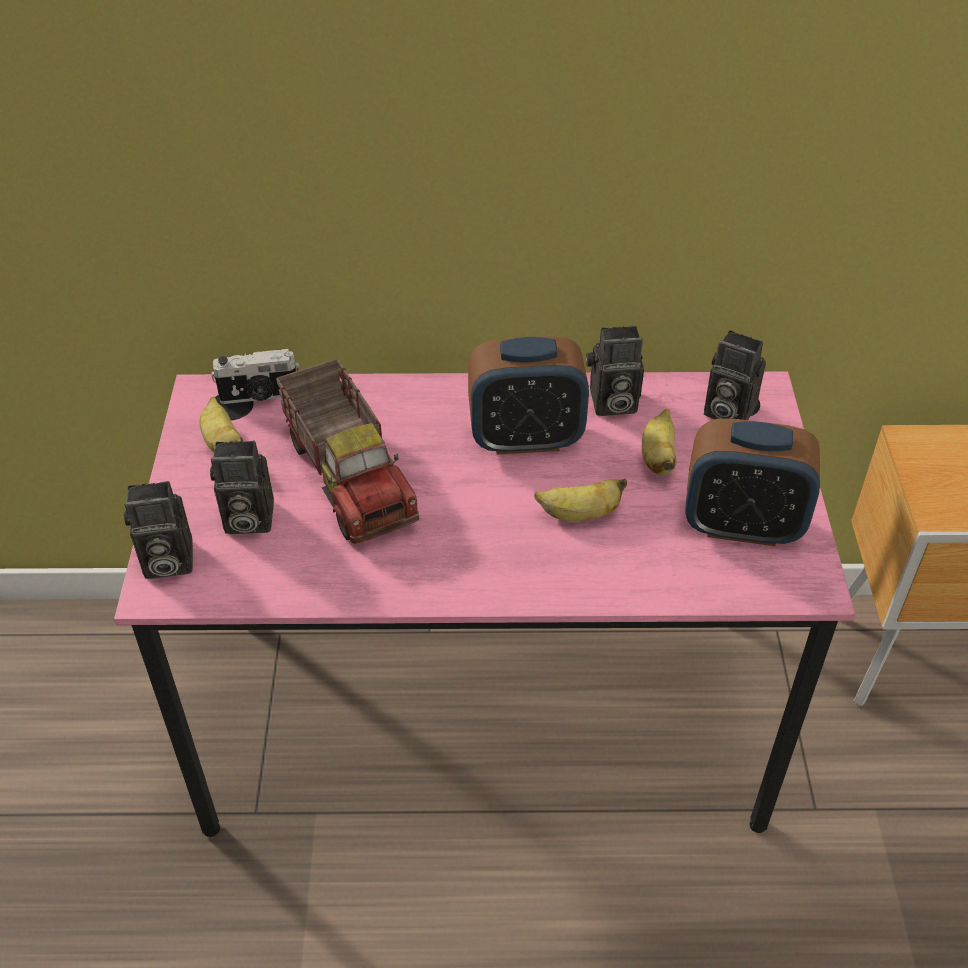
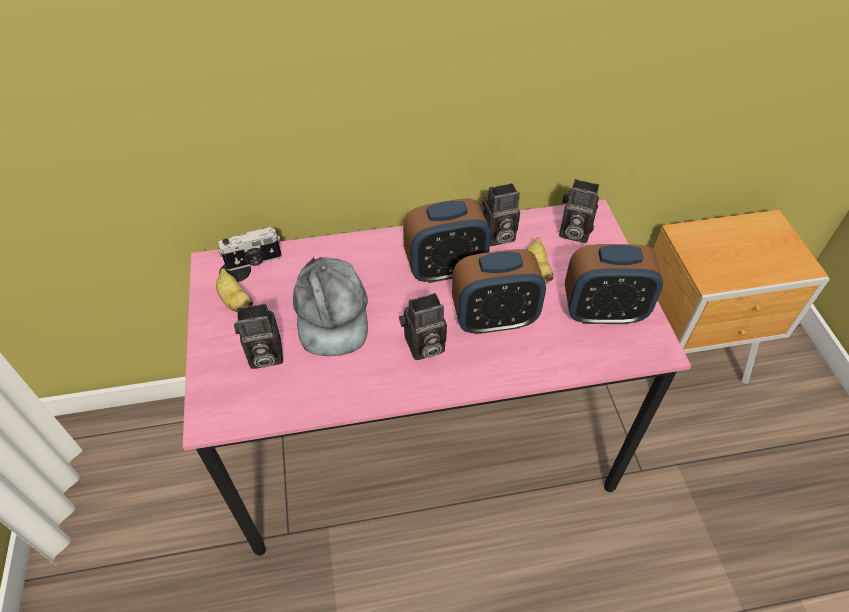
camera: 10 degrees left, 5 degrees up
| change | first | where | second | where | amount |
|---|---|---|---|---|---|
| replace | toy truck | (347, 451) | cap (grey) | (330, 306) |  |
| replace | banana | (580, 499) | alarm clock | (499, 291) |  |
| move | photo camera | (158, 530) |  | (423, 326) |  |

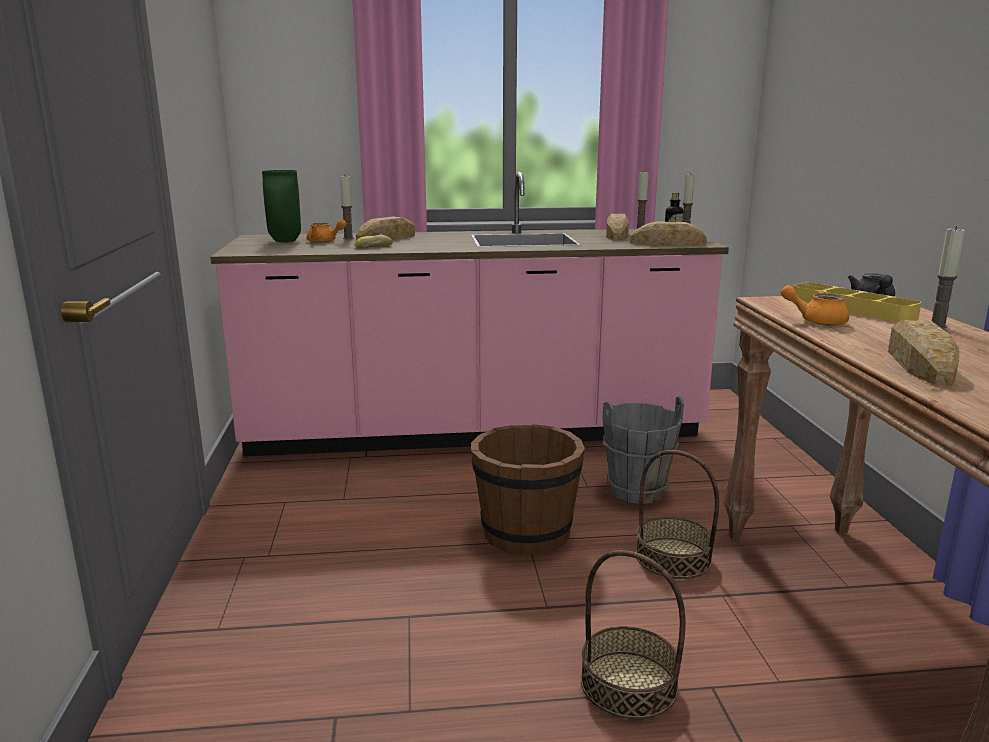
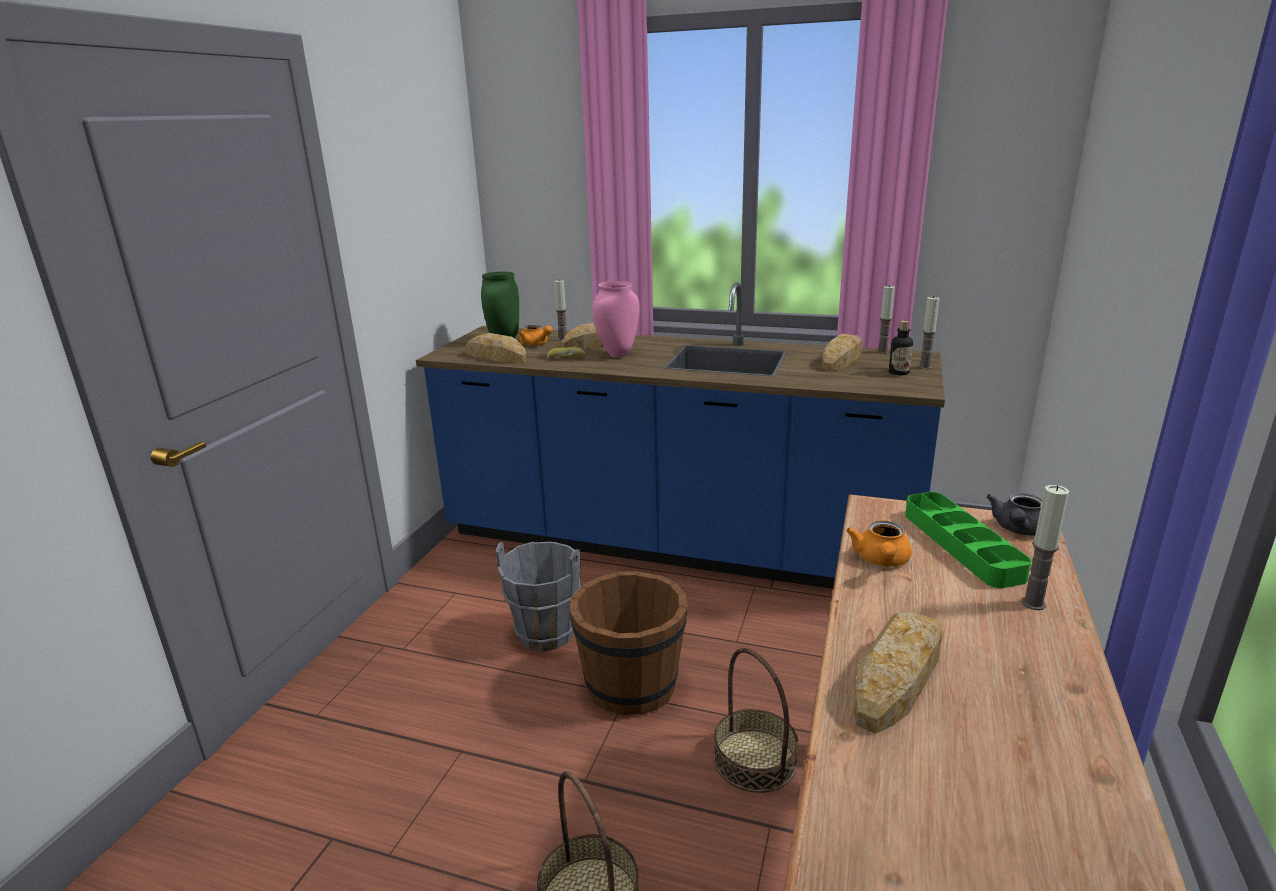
camera: 25 degrees right, 5 degrees up
| change | first | where | second | where | amount |
|---|---|---|---|---|---|
| recolor | counter (pink) | (469, 314) | counter (blue) | (680, 435) |  |
| move | bread | (668, 233) |  | (495, 348) |  |
| recolor | tray (yellow) | (857, 302) | tray (green) | (968, 540) |  |
| rotate | teapot (orange) | (815, 305) |  | (879, 543) | 120 degrees counterclockwise |
| move | bucket (grey) | (643, 450) |  | (538, 597) |  |
| insert |  |  | vase (pink) | (616, 319) |  |

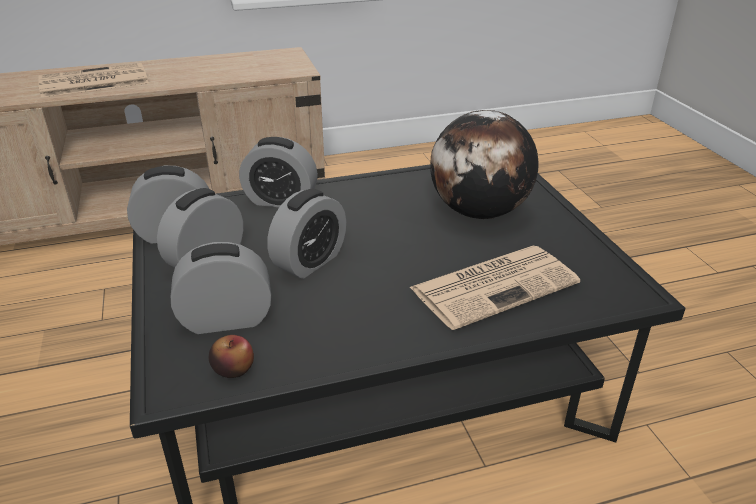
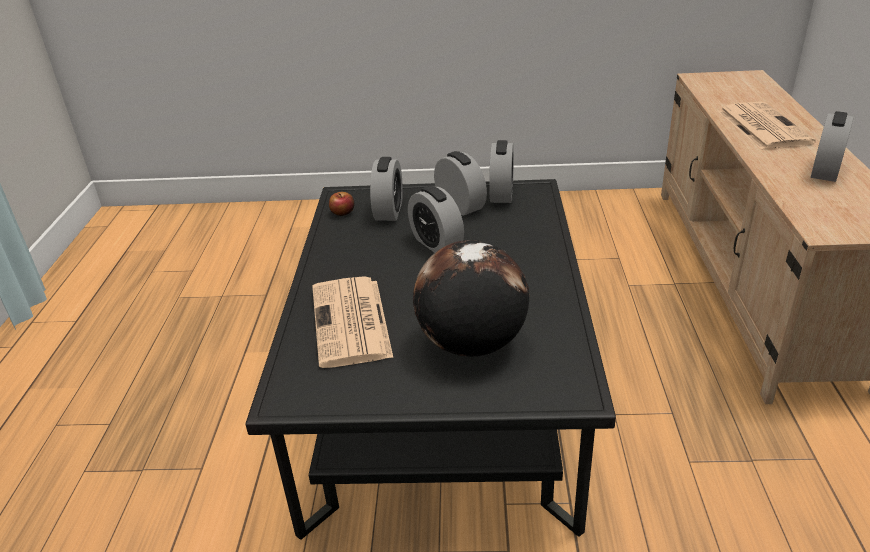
camera: 110 degrees right, 0 degrees up
| change | first | where | second | where | amount |
|---|---|---|---|---|---|
| move | alarm clock | (278, 172) |  | (832, 146) |  |

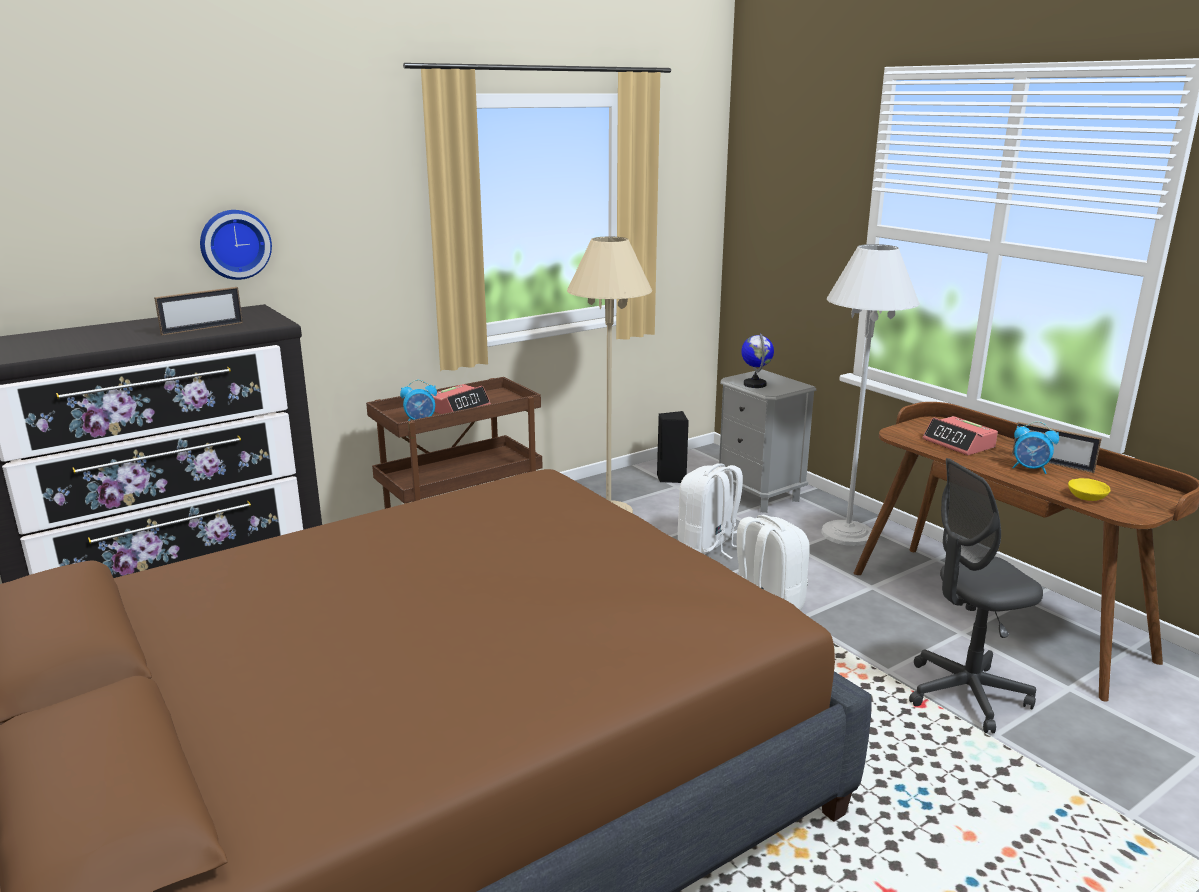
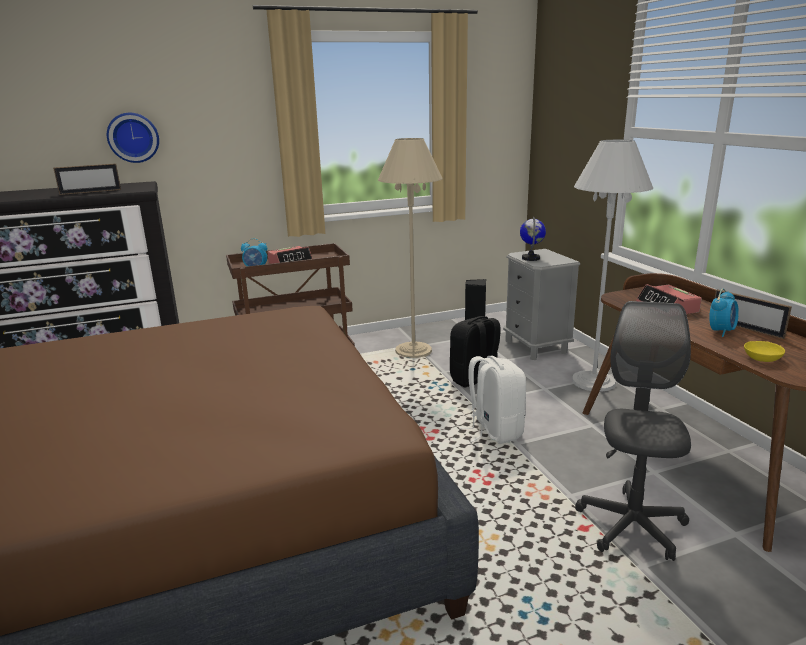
camera: 15 degrees right, 0 degrees up
| change | first | where | second | where | amount |
|---|---|---|---|---|---|
| rotate | alarm clock | (1035, 447) |  | (724, 312) | 90 degrees counterclockwise |
| rotate | office chair (grey) | (976, 595) |  | (633, 431) | 105 degrees clockwise |
| recolor | backpack (white) | (710, 511) | backpack (black) | (475, 351) |  |

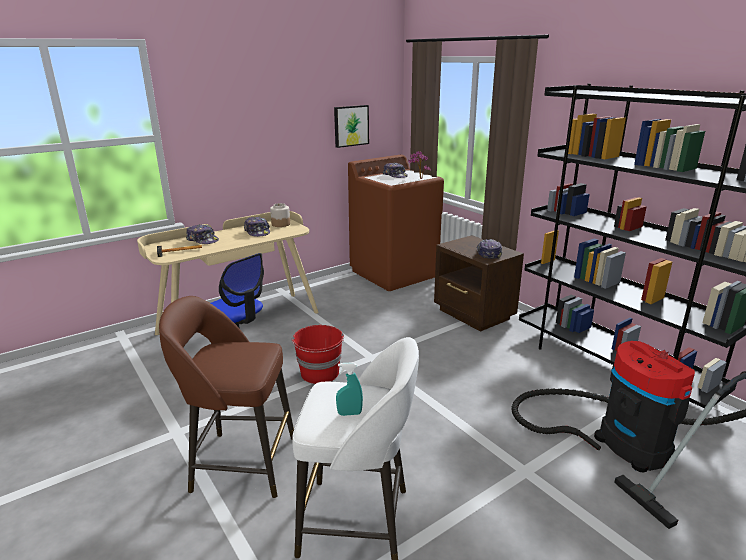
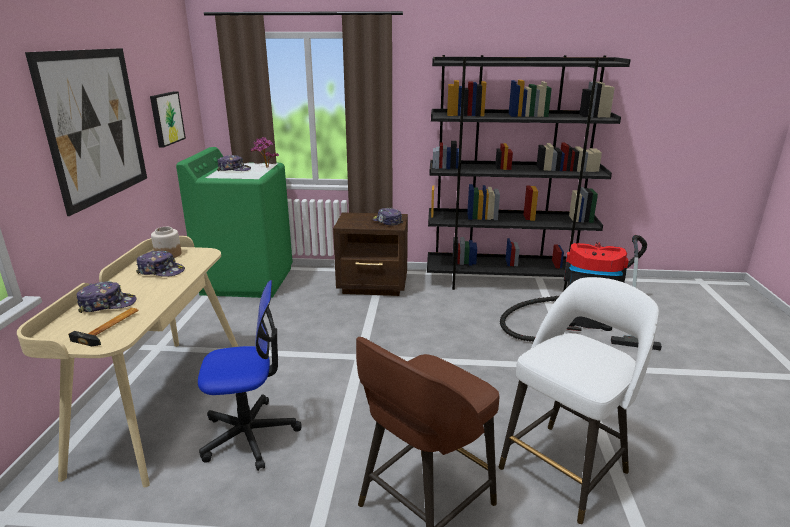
camera: 50 degrees left, 0 degrees up
| change | first | where | second | where | amount |
|---|---|---|---|---|---|
| recolor | washing machine (brown) | (396, 223) | washing machine (green) | (234, 222) |  |
| delete | bucket (red) | (318, 354) |  |  |  |
| delete | spray bottle (turquoise) | (349, 389) |  |  |  |
| insert |  |  | picture | (86, 132) |  |

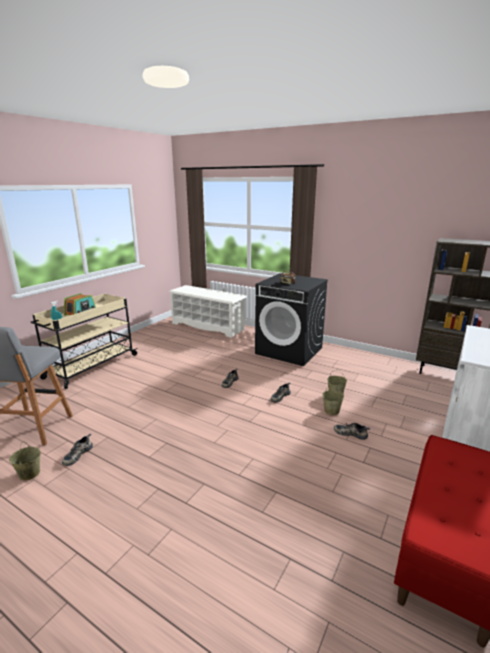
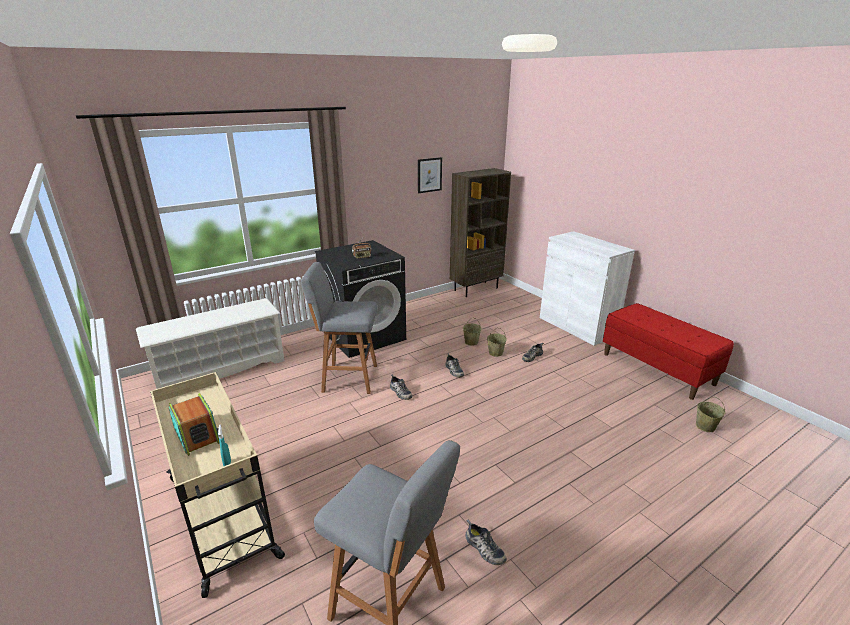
camera: 65 degrees left, 5 degrees up
| change | first | where | second | where | amount |
|---|---|---|---|---|---|
| move | bucket (beige) | (25, 460) |  | (710, 414) |  |
| insert |  |  | picture | (430, 175) |  |
| insert |  |  | stool (grey) | (339, 328) |  |

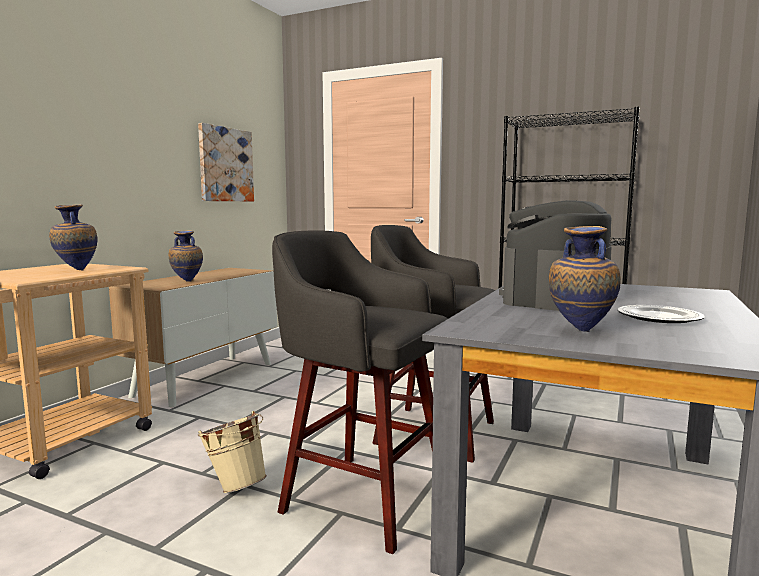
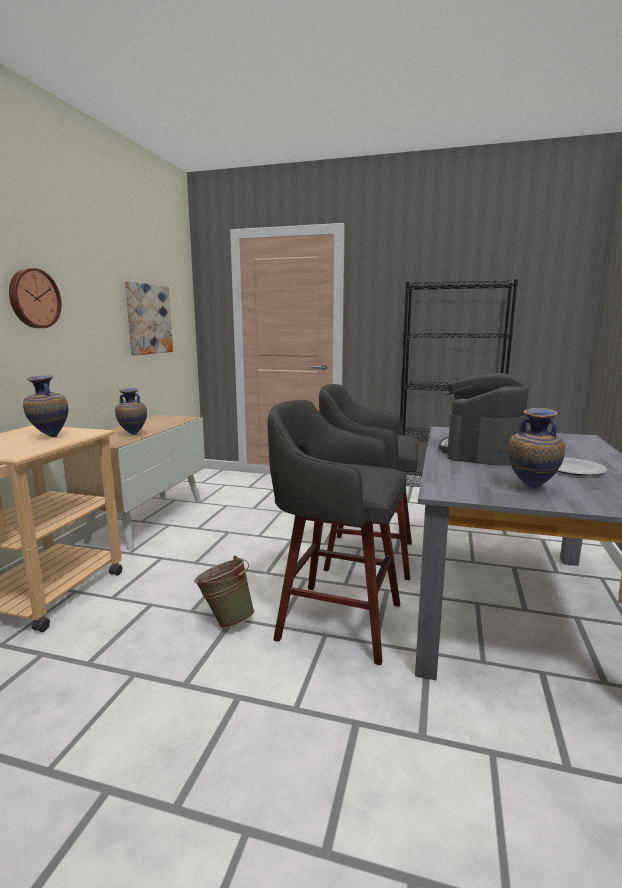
camera: 10 degrees left, 5 degrees up
| change | first | where | second | where | amount |
|---|---|---|---|---|---|
| recolor | bucket (beige) | (232, 452) | bucket (green) | (224, 592) |  |
| insert |  |  | wall clock | (35, 298) |  |

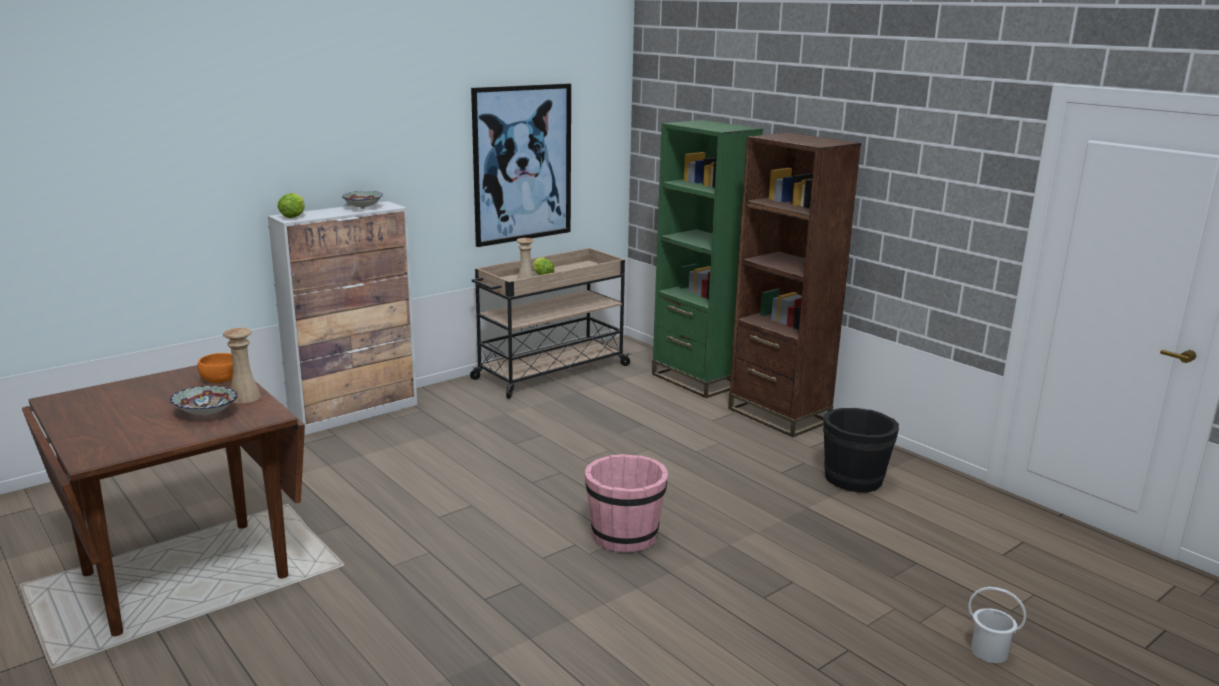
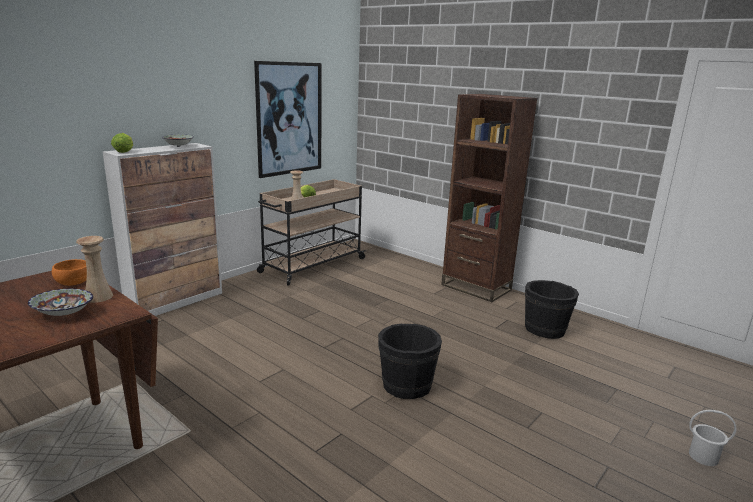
camera: 10 degrees left, 0 degrees up
| change | first | where | second | where | amount |
|---|---|---|---|---|---|
| delete | bookcase (green) | (707, 259) |  |  |  |
| recolor | bucket (pink) | (626, 503) | bucket (black) | (410, 361) |  |

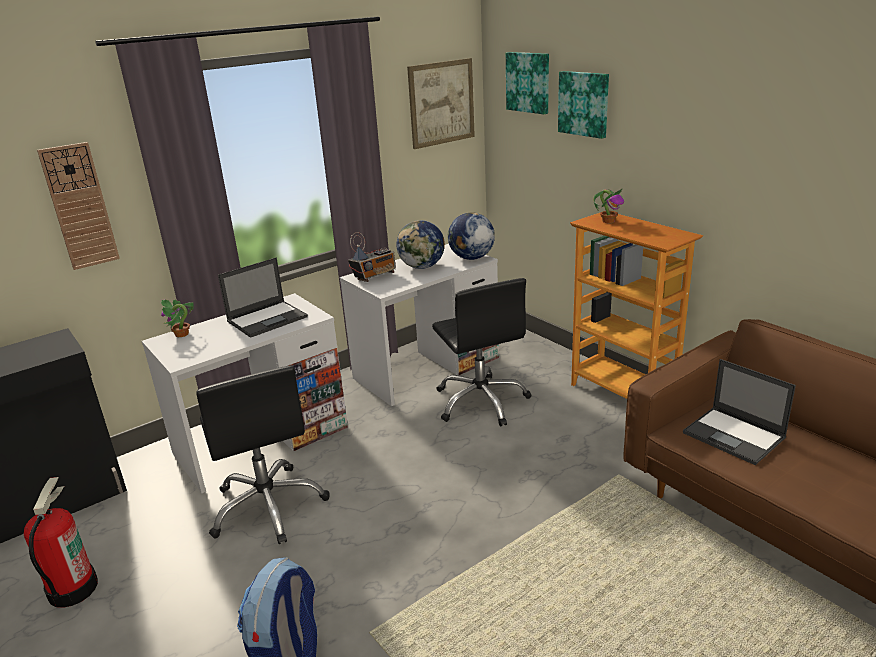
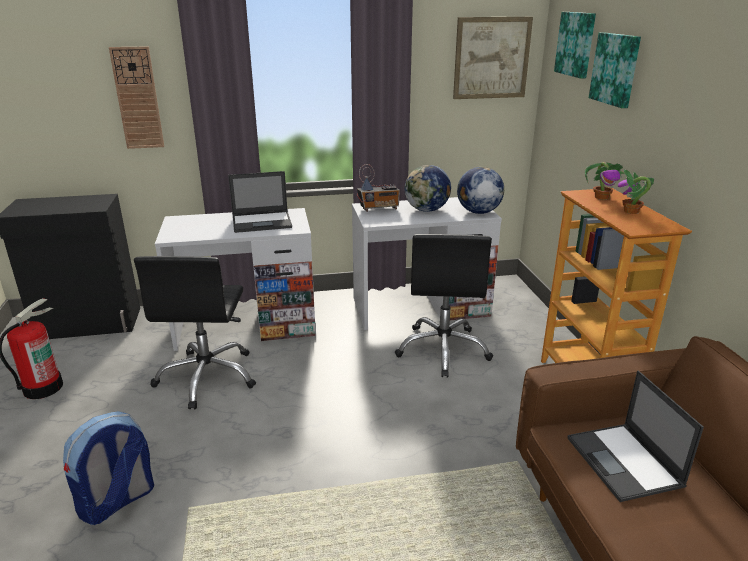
camera: 25 degrees right, 0 degrees up
| change | first | where | second | where | amount |
|---|---|---|---|---|---|
| move | potted plant | (177, 318) |  | (636, 191) |  |

